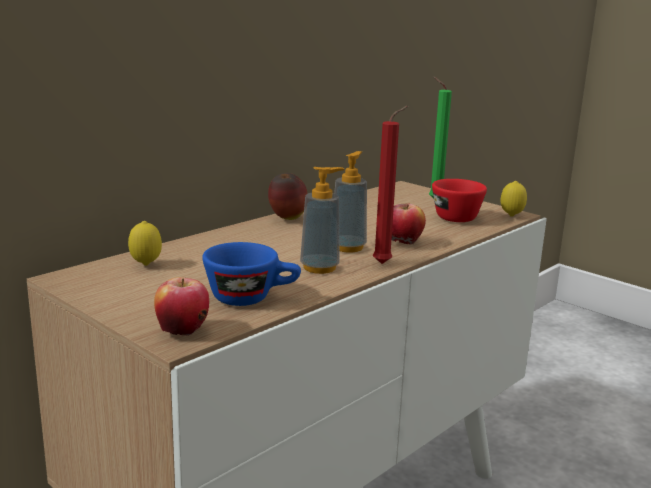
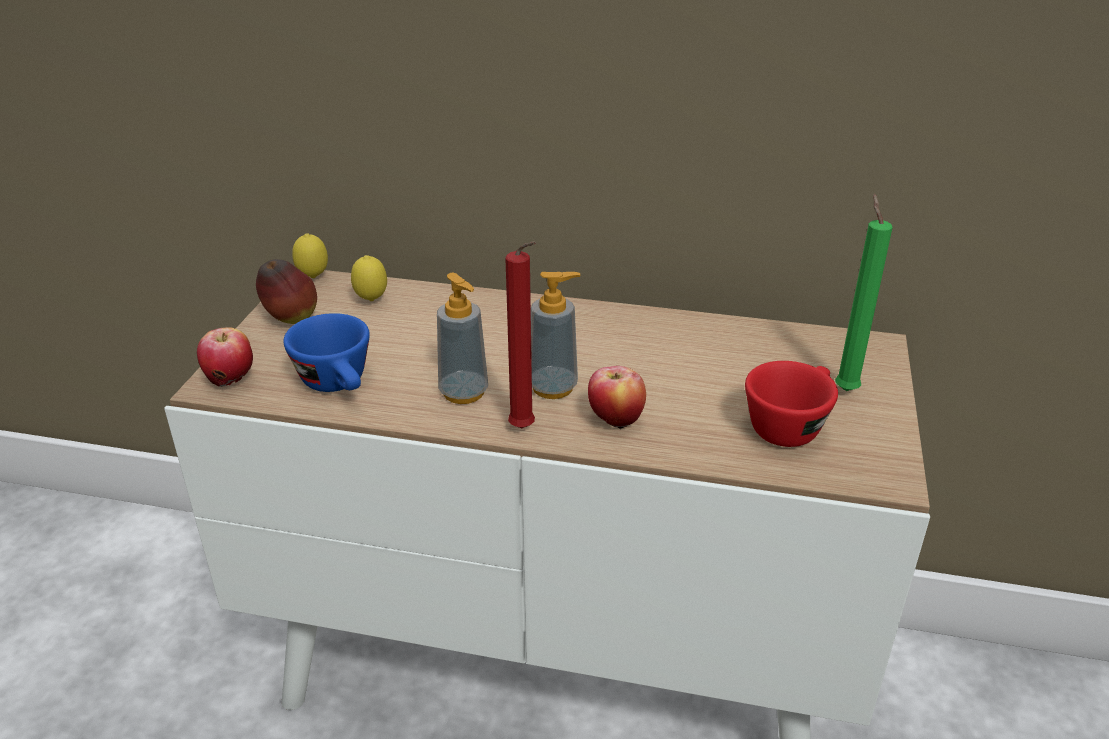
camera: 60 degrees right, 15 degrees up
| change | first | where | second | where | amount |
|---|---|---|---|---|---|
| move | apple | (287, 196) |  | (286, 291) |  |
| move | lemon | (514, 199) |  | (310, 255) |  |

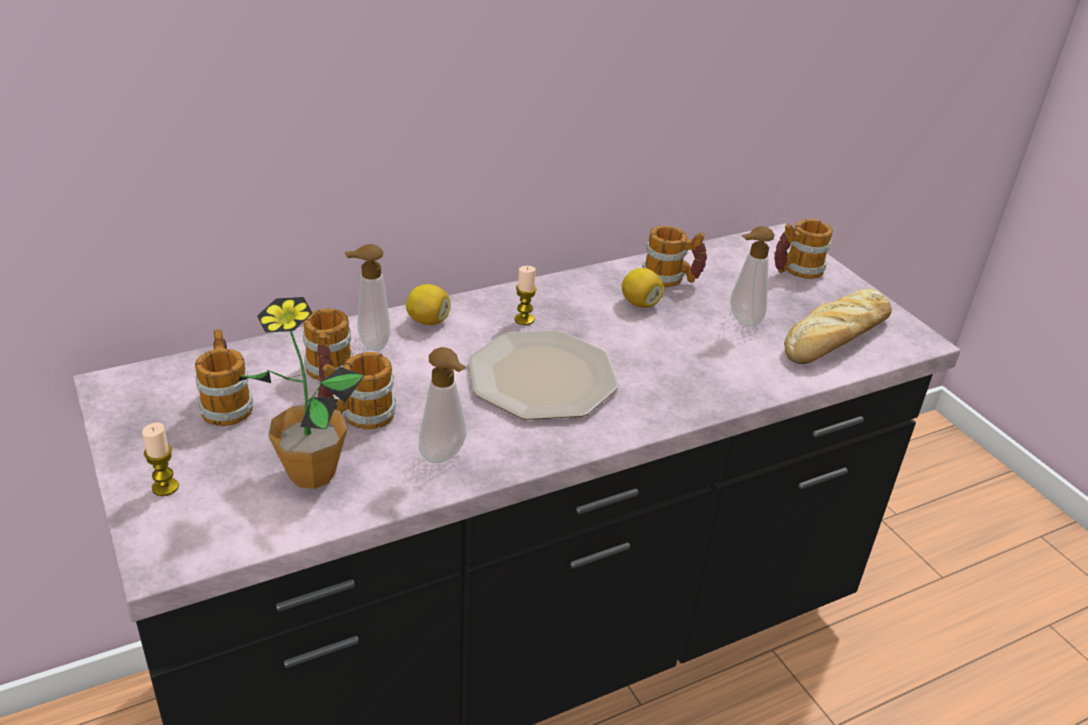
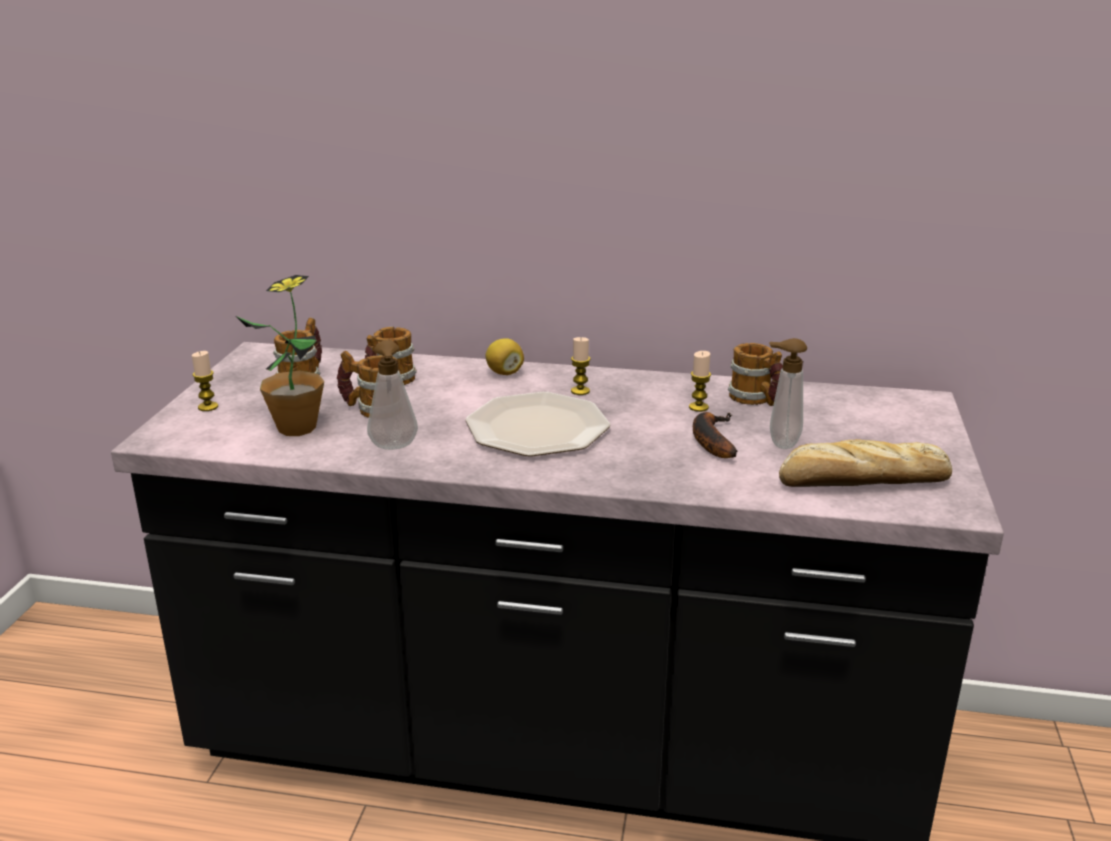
camera: 40 degrees right, 10 degrees down
| change | first | where | second | where | amount |
|---|---|---|---|---|---|
| delete | mug | (803, 249) |  |  |  |
| delete | soap dispenser | (367, 297) |  |  |  |
| replace | lemon | (643, 288) | candle | (700, 381) |  |
| insert |  |  | banana | (715, 435) |  |

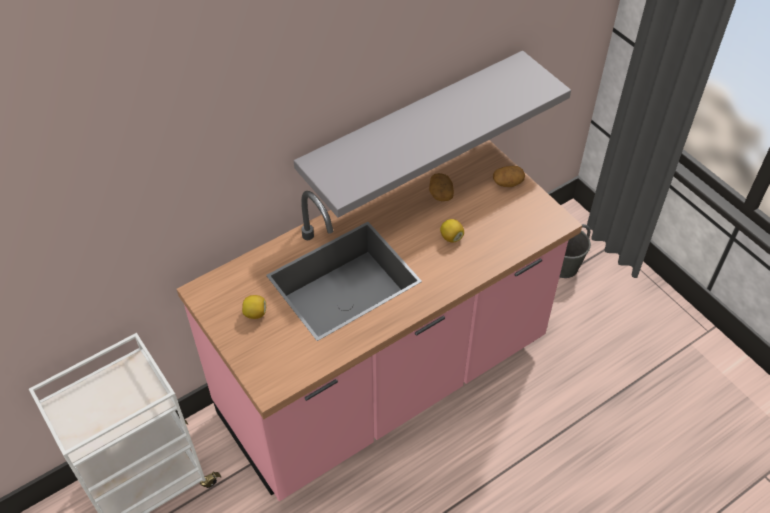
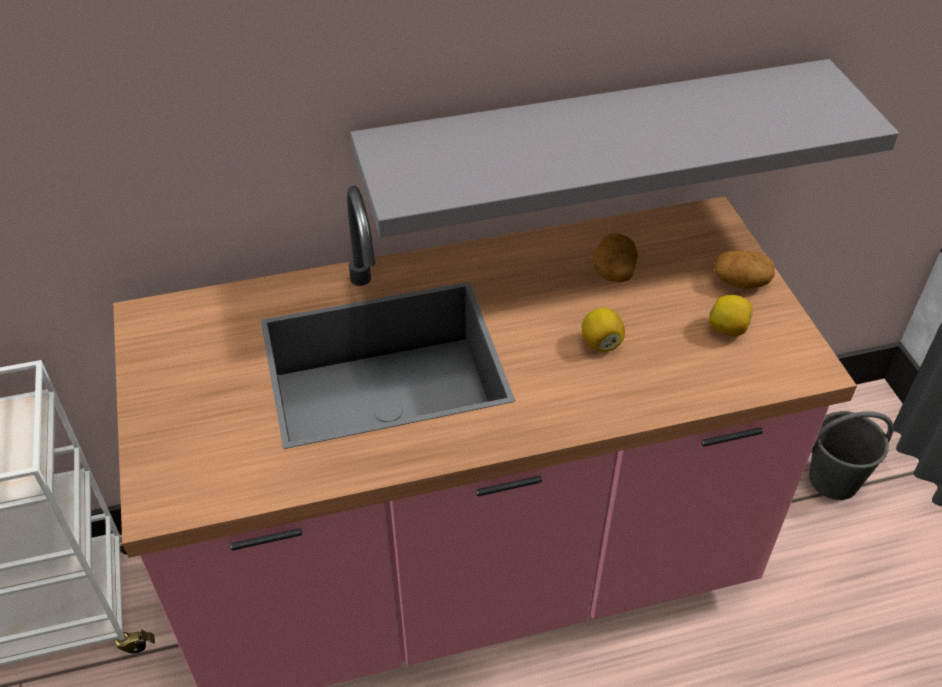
camera: 20 degrees right, 5 degrees down
| change | first | where | second | where | amount |
|---|---|---|---|---|---|
| move | lemon | (254, 307) |  | (731, 315) |  |

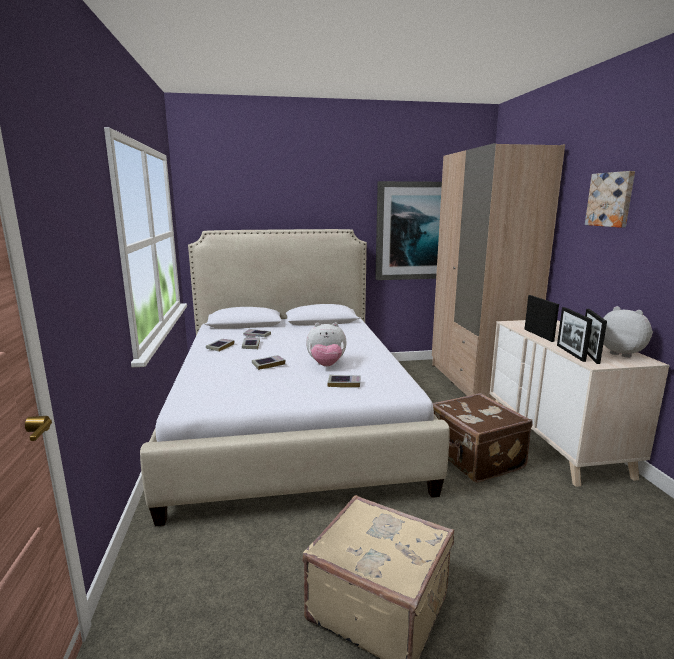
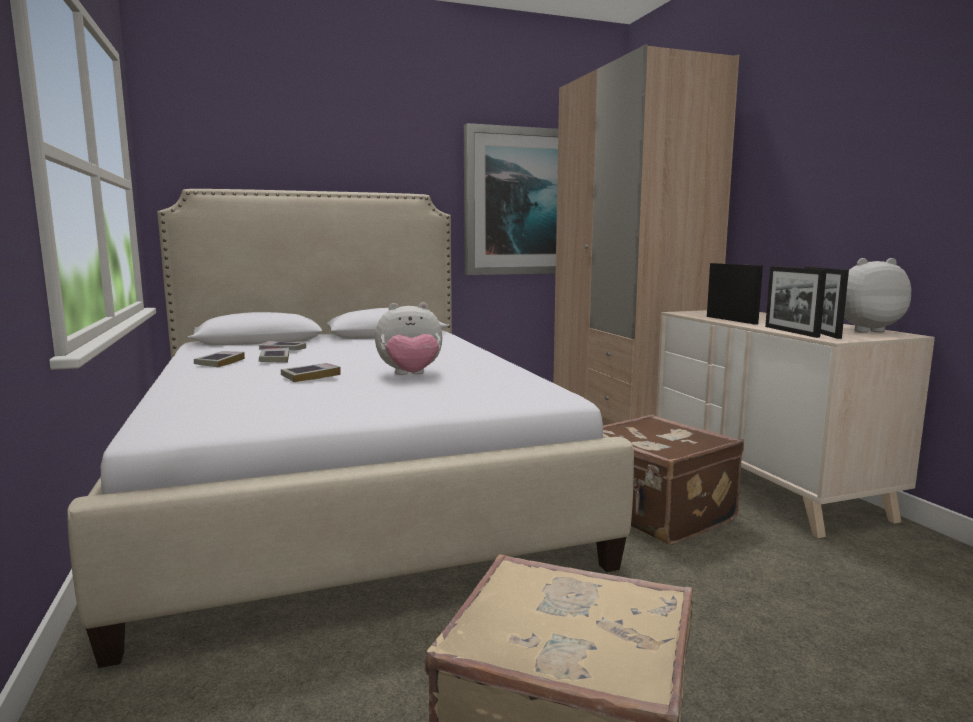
camera: 10 degrees left, 5 degrees down
| change | first | where | second | where | amount |
|---|---|---|---|---|---|
| delete | picture | (610, 199) |  |  |  |
| rotate | plush toy | (628, 332) |  | (877, 295) | 45 degrees counterclockwise |
| delete | book | (343, 381) |  |  |  |

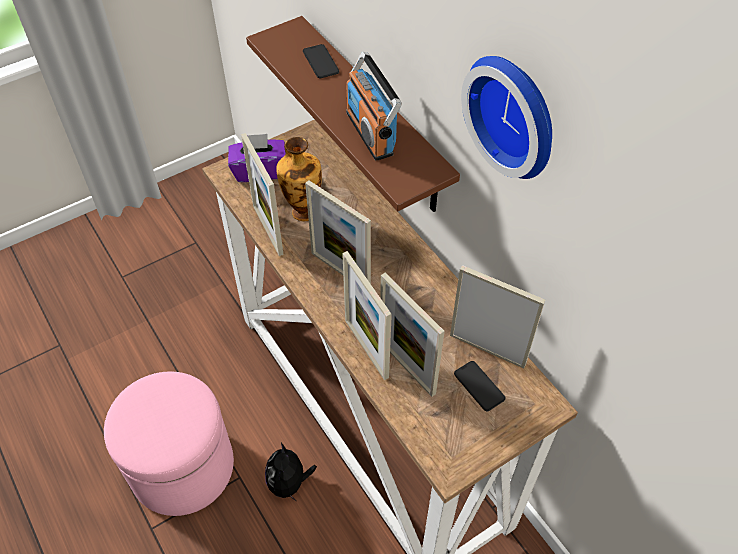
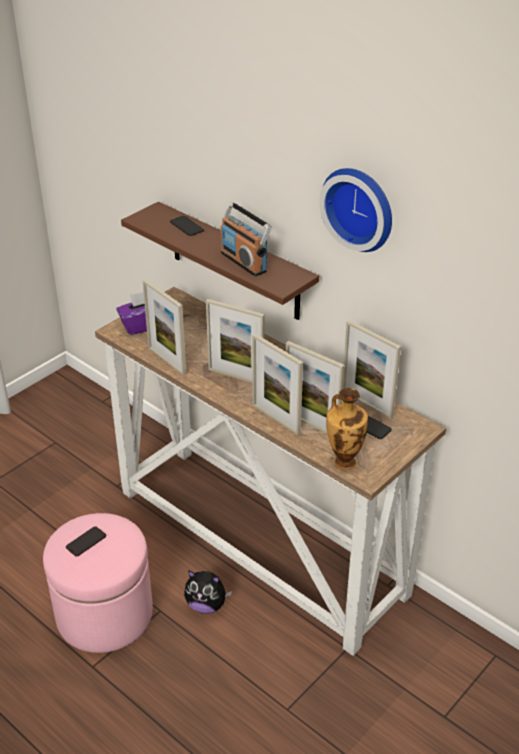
camera: 15 degrees left, 15 degrees down
| change | first | where | second | where | amount |
|---|---|---|---|---|---|
| move | vase | (299, 179) |  | (347, 429) |  |
| rotate | picture frame | (497, 317) |  | (372, 369) | 150 degrees counterclockwise |
| rotate | plush toy | (291, 472) |  | (208, 592) | 60 degrees counterclockwise |
| insert |  |  | phone | (86, 541) |  |

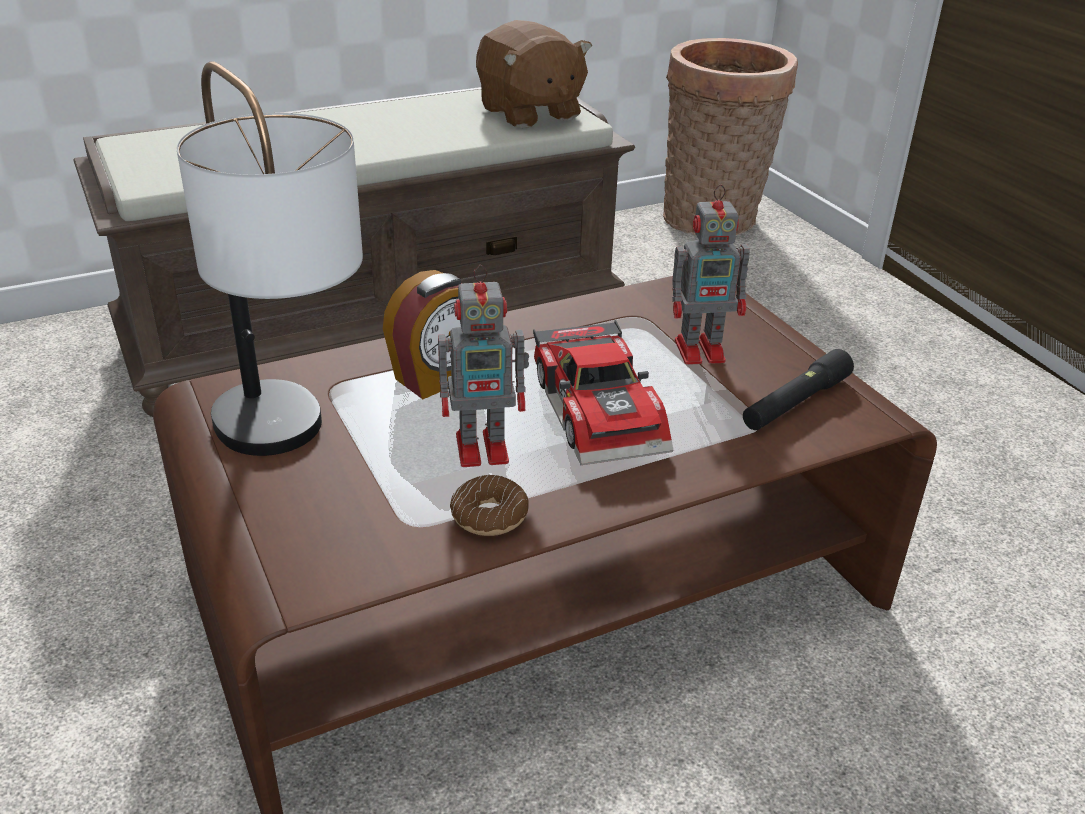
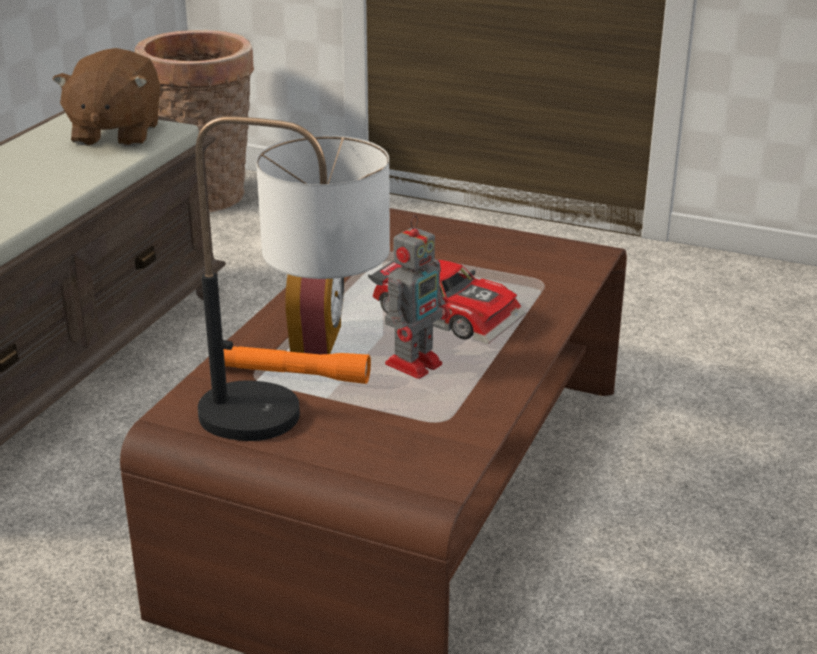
camera: 40 degrees left, 5 degrees down
| change | first | where | second | where | amount |
|---|---|---|---|---|---|
| rotate | plush toy (brown) | (534, 74) |  | (106, 97) | 75 degrees clockwise |
| delete | toy robot | (711, 275) |  |  |  |
| delete | flashlight (black) | (798, 389) |  |  |  |
| delete | donut | (489, 505) |  |  |  |
| insert |  |  | flashlight (orange) | (297, 365) |  |

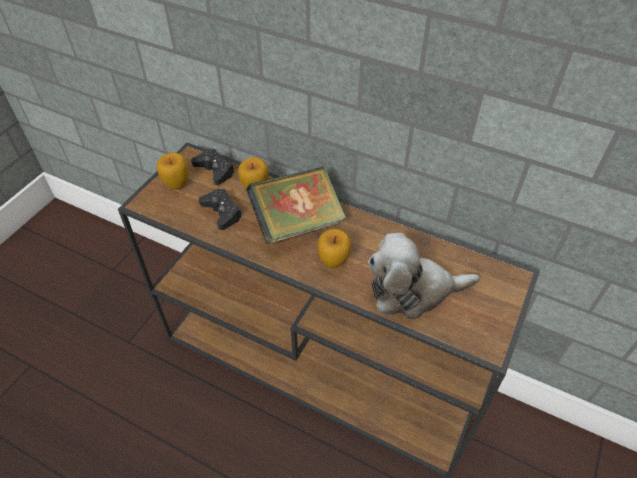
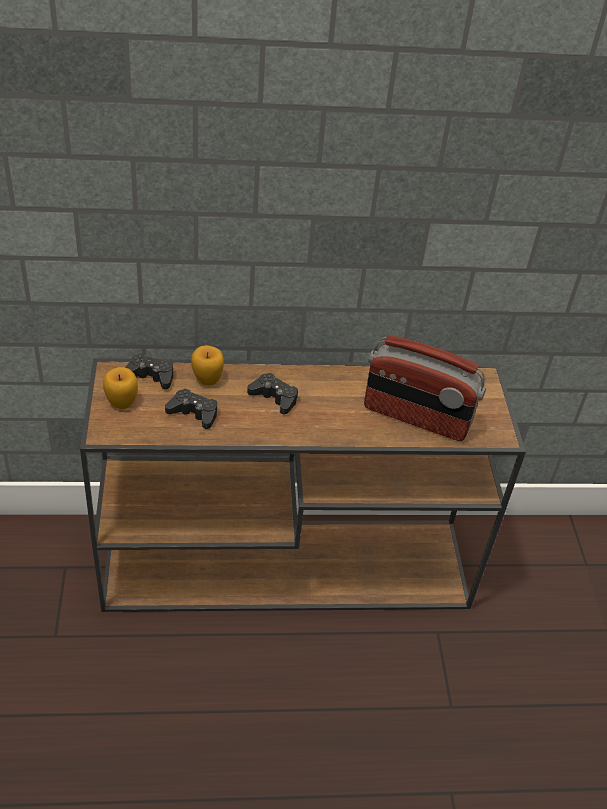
camera: 35 degrees left, 5 degrees down
| change | first | where | second | where | amount |
|---|---|---|---|---|---|
| replace | book | (296, 205) | game controller (black) | (272, 393) |  |
| delete | apple | (334, 249) |  |  |  |
| replace | plush toy | (424, 276) | radio | (425, 388) |  |

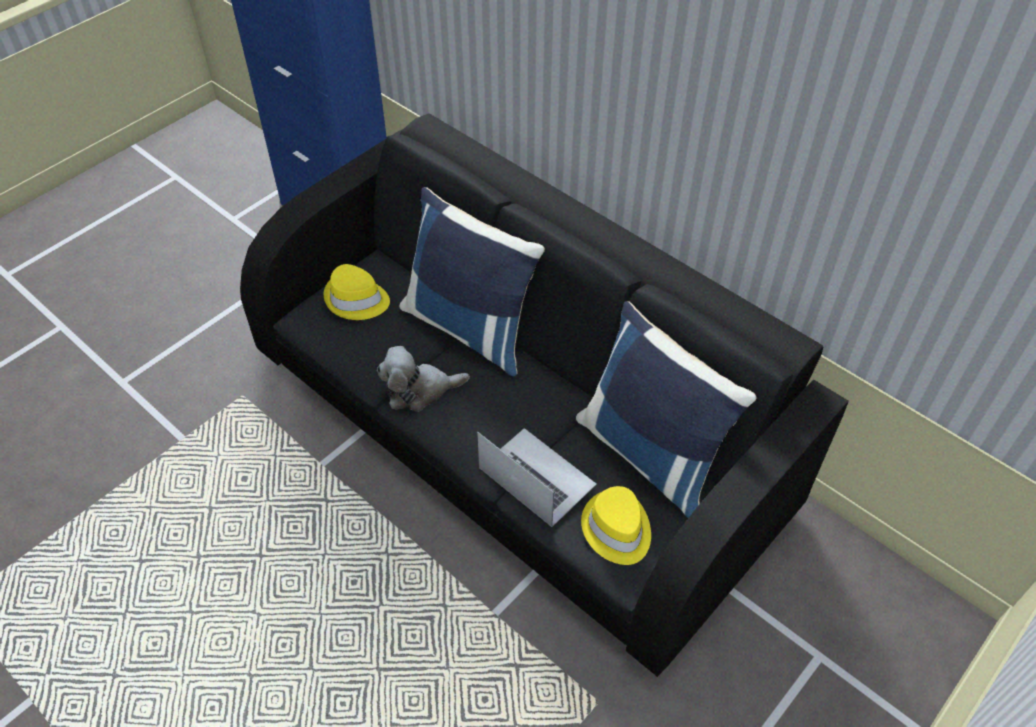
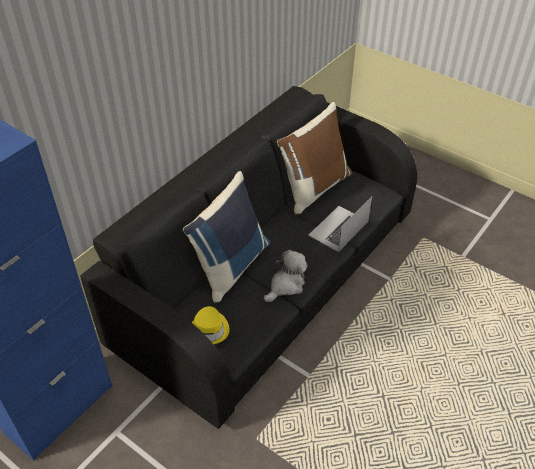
camera: 95 degrees left, 5 degrees down
| change | first | where | second | where | amount |
|---|---|---|---|---|---|
| recolor | pillow (blue) | (666, 409) | pillow (brown) | (314, 158) |  |
| rotate | plush toy | (423, 379) |  | (285, 276) | 120 degrees counterclockwise |
| delete | hat (yellow) | (616, 525) |  |  |  |

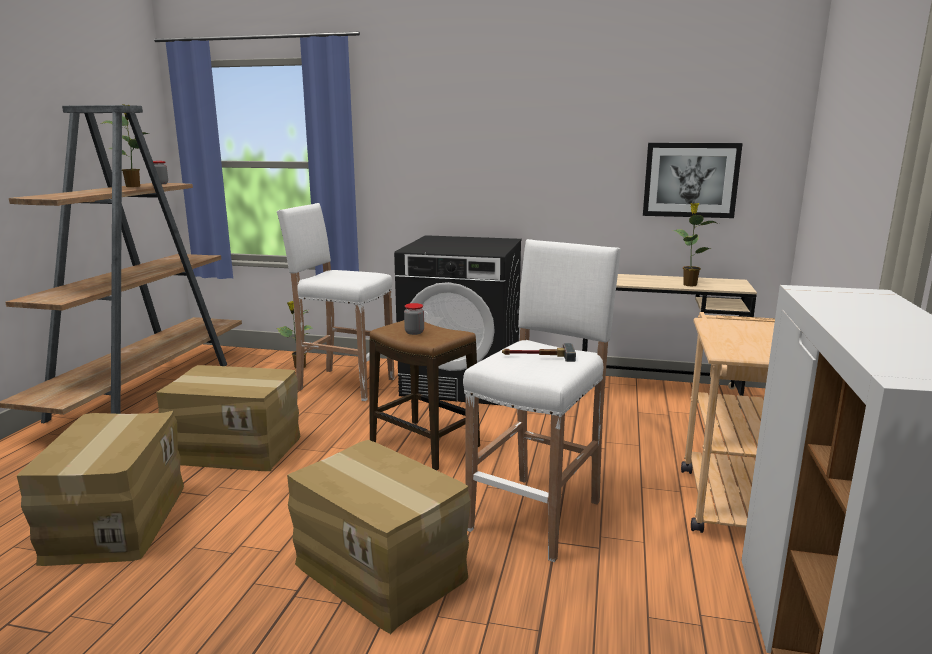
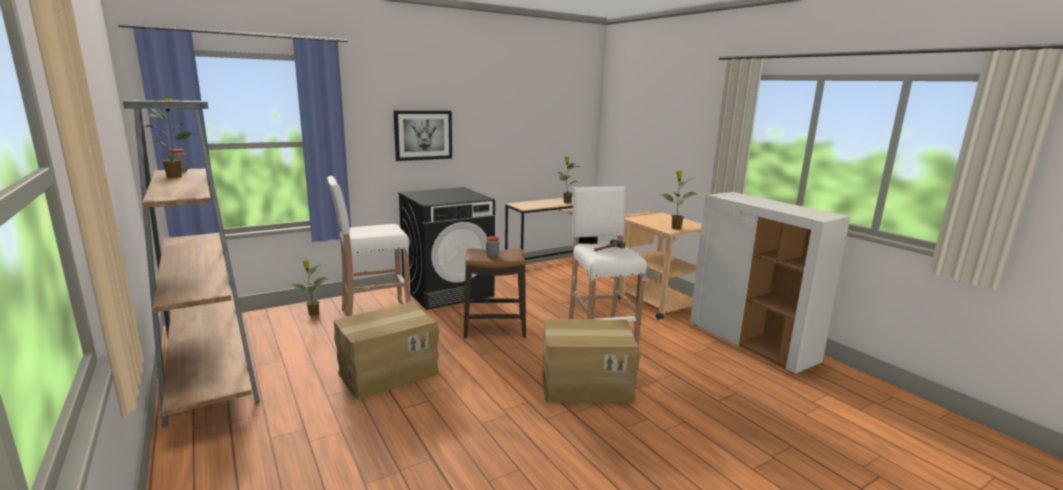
camera: 45 degrees left, 0 degrees up
| change | first | where | second | where | amount |
|---|---|---|---|---|---|
| move | picture | (693, 180) |  | (423, 135) |  |
| delete | cardboard box | (100, 488) |  |  |  |
| insert |  |  | potted plant | (679, 200) |  |

